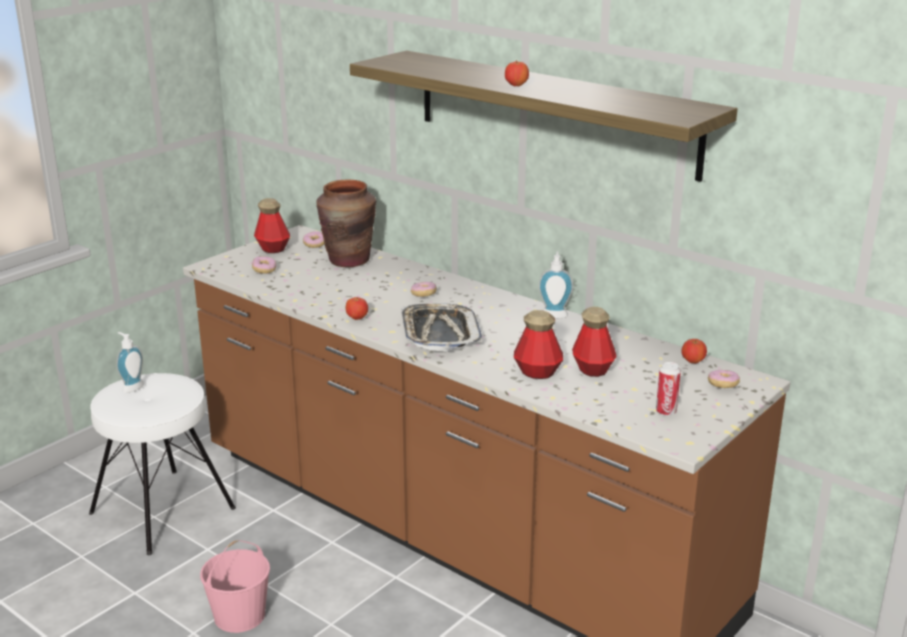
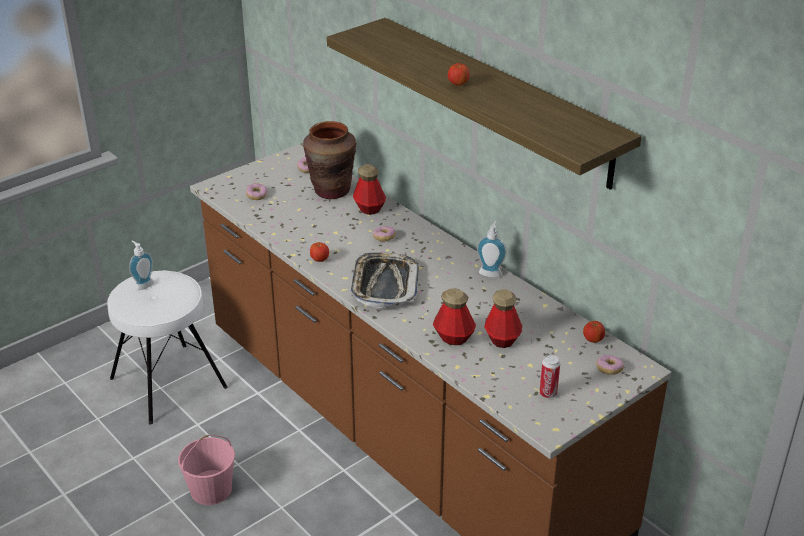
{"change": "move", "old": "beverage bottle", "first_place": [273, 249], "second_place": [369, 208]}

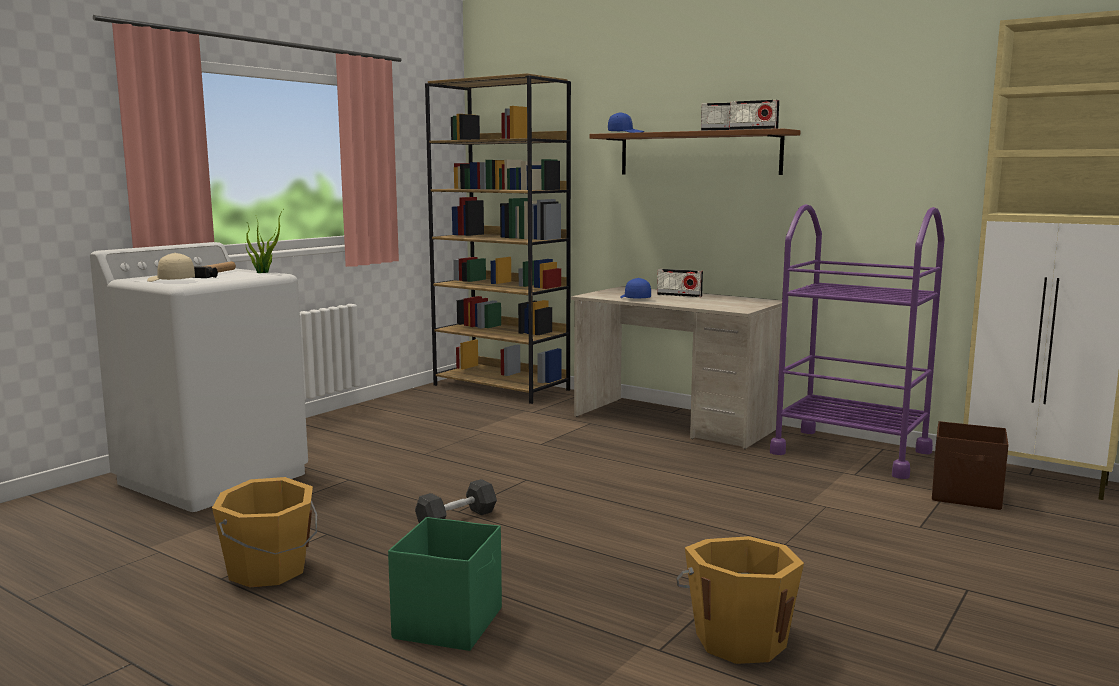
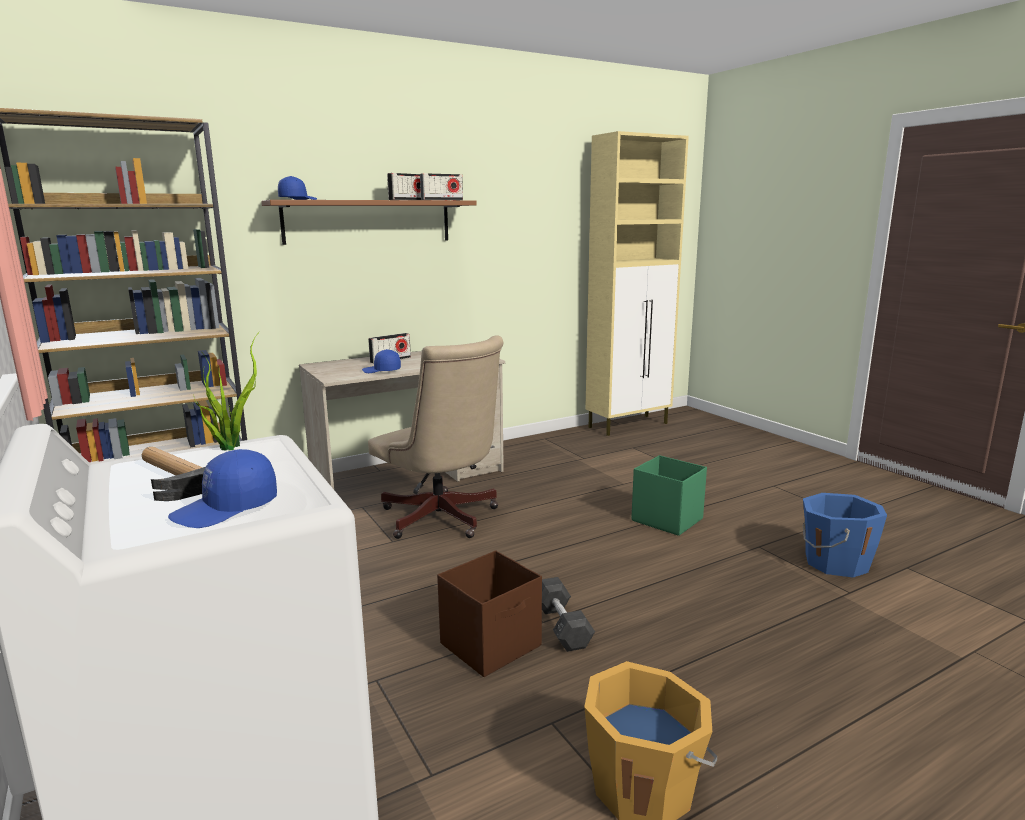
{"change": "delete", "old": "purplish wheeled cart", "first_place": [850, 452]}
{"change": "recolor", "old": "beige-coloured baseball cap", "new": "blue-coloured baseball cap", "first_place": [170, 280], "second_place": [226, 509]}
{"change": "move", "old": "brown-coloured storage container", "first_place": [967, 496], "second_place": [492, 645]}
{"change": "move", "old": "greenish storage container", "first_place": [449, 623], "second_place": [666, 519]}
{"change": "recolor", "old": "orange water bucket", "new": "blue-coloured water bucket", "first_place": [739, 639], "second_place": [834, 562]}
{"change": "insert", "new": "beige-coloured desk chair", "second_place": [442, 520]}

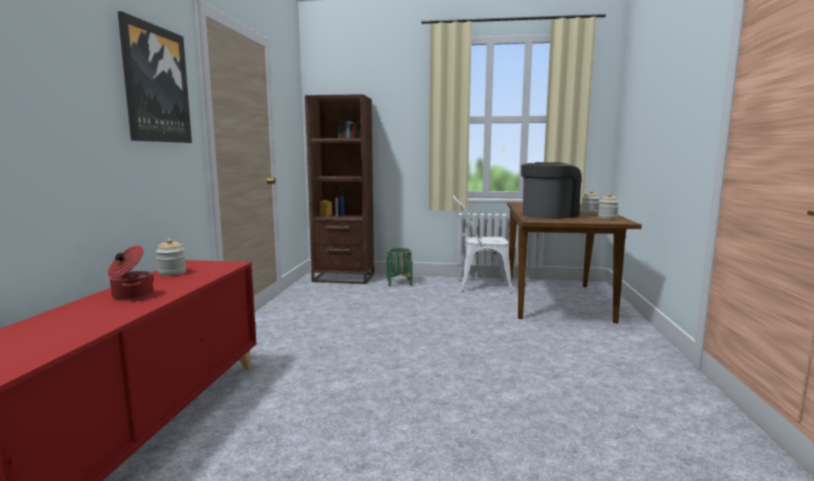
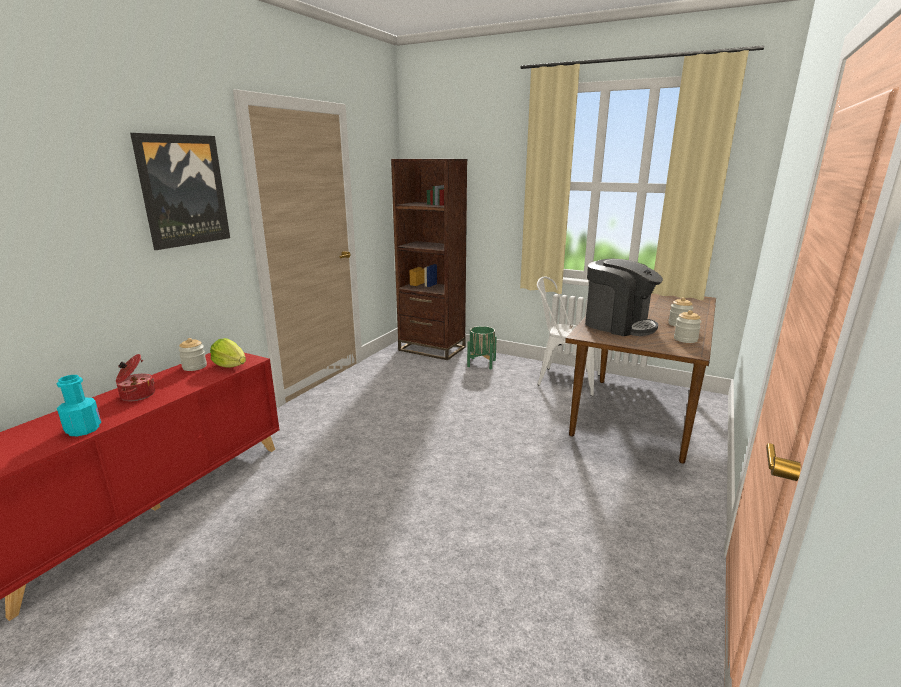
{"change": "rotate", "old": "coffee machine", "first_place": [549, 215], "second_place": [618, 325], "degrees": 60}
{"change": "insert", "new": "lettuce", "second_place": [230, 366]}
{"change": "insert", "new": "blue-green beverage bottle", "second_place": [83, 429]}

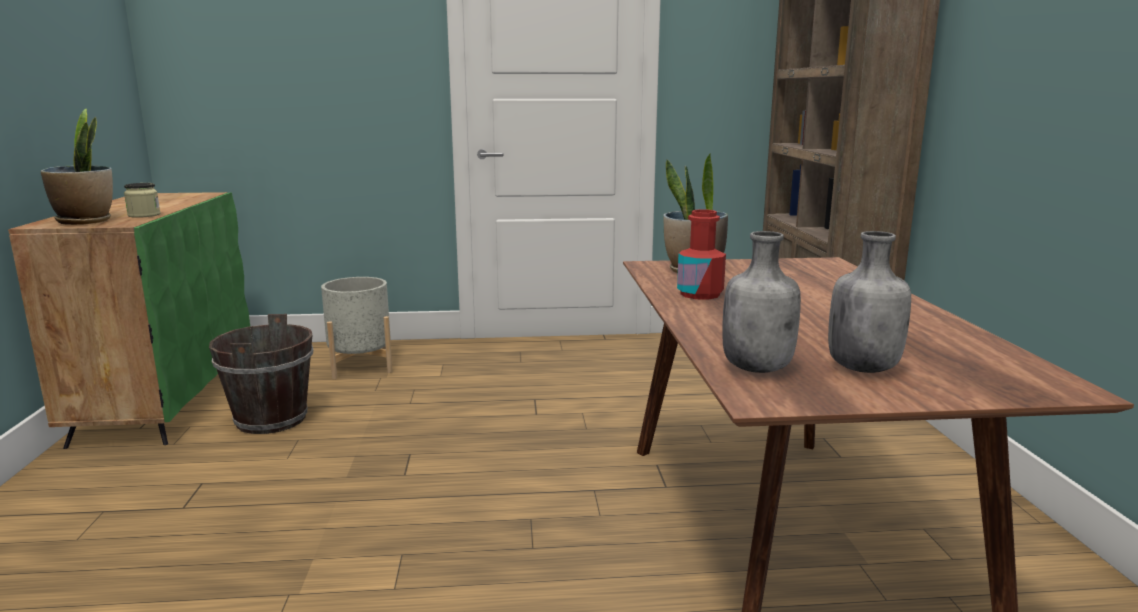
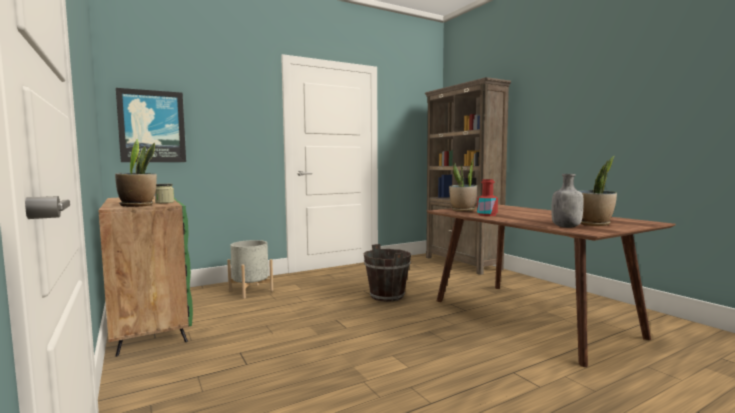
{"change": "replace", "old": "greyish beverage bottle", "new": "plant in a pot", "first_place": [863, 368], "second_place": [593, 224]}
{"change": "move", "old": "brown-coloured water bucket", "first_place": [272, 420], "second_place": [387, 296]}
{"change": "insert", "new": "wall picture", "second_place": [152, 126]}

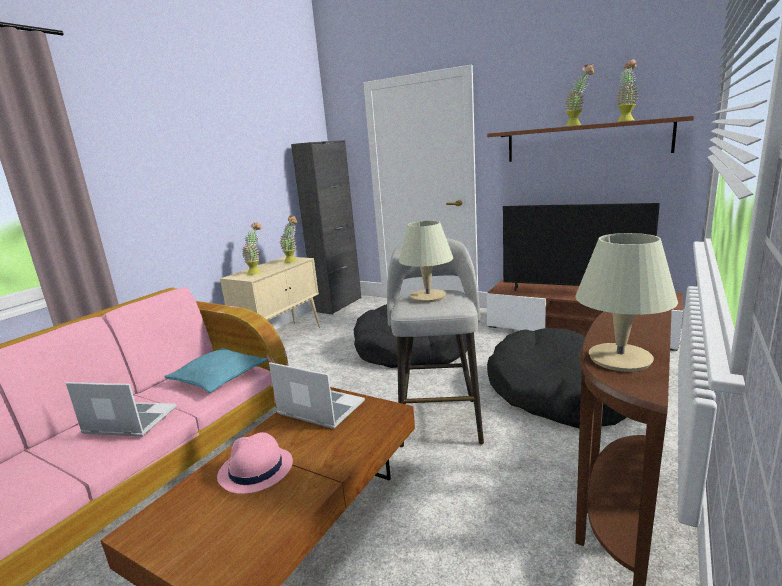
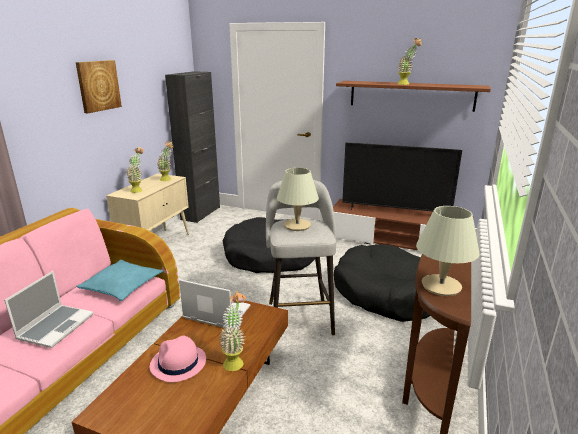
{"change": "move", "old": "plant in a pot", "first_place": [625, 121], "second_place": [235, 360]}
{"change": "rotate", "old": "portable computer", "first_place": [129, 421], "second_place": [56, 326], "degrees": 105}
{"change": "insert", "new": "wall picture", "second_place": [98, 86]}

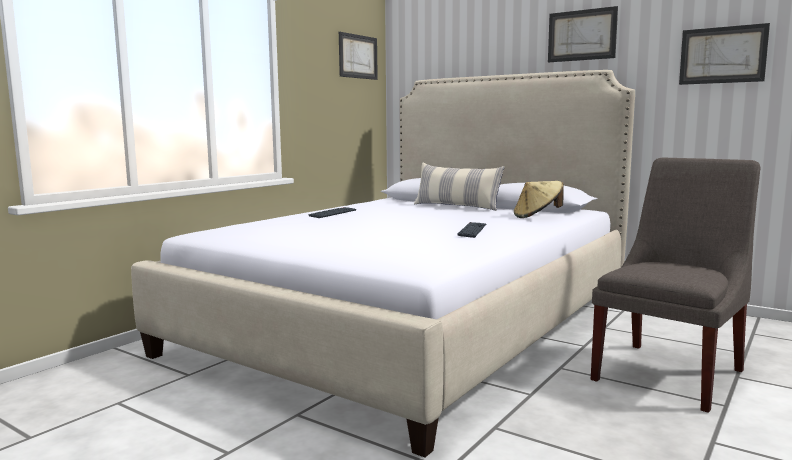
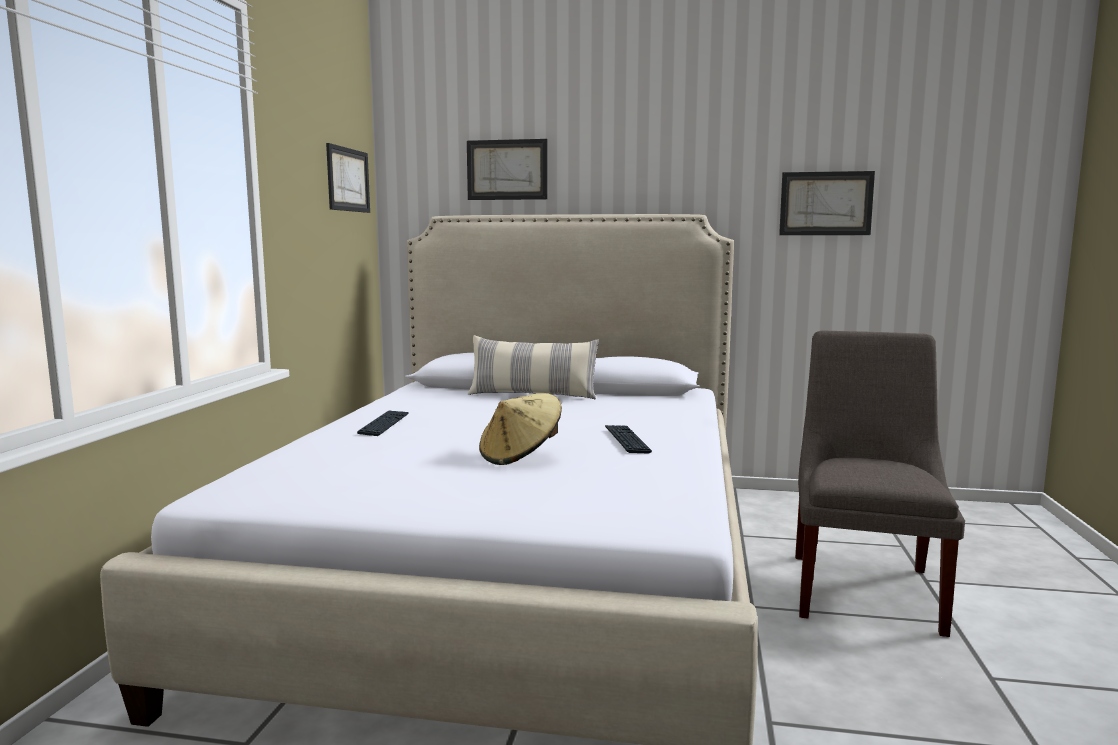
{"change": "move", "old": "wall picture", "first_place": [582, 35], "second_place": [507, 170]}
{"change": "move", "old": "beige-coloured clothing hat", "first_place": [537, 216], "second_place": [521, 456]}

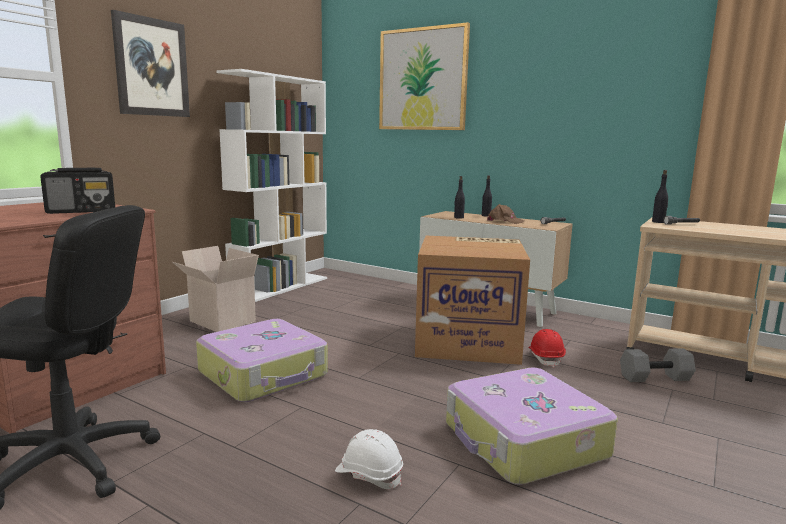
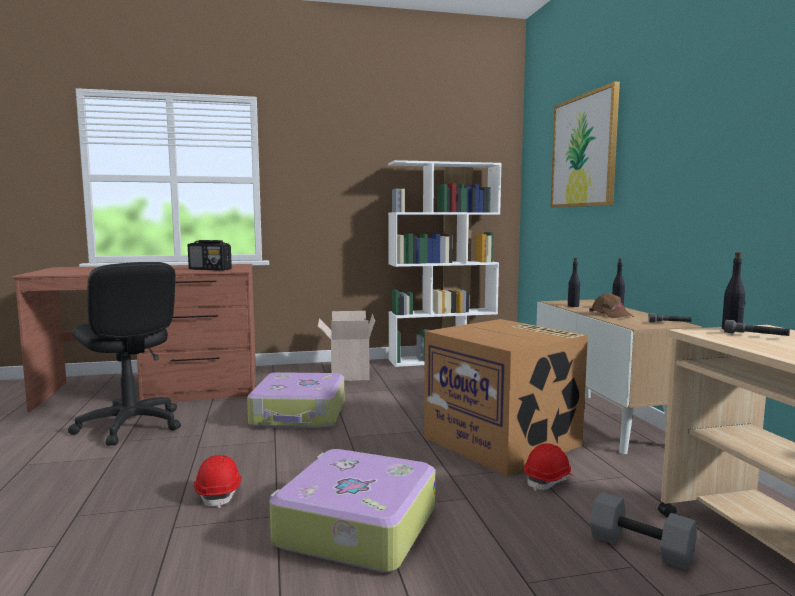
{"change": "delete", "old": "wall picture", "first_place": [151, 67]}
{"change": "recolor", "old": "white-coloured safety helmet", "new": "red-coloured safety helmet", "first_place": [369, 474], "second_place": [219, 493]}

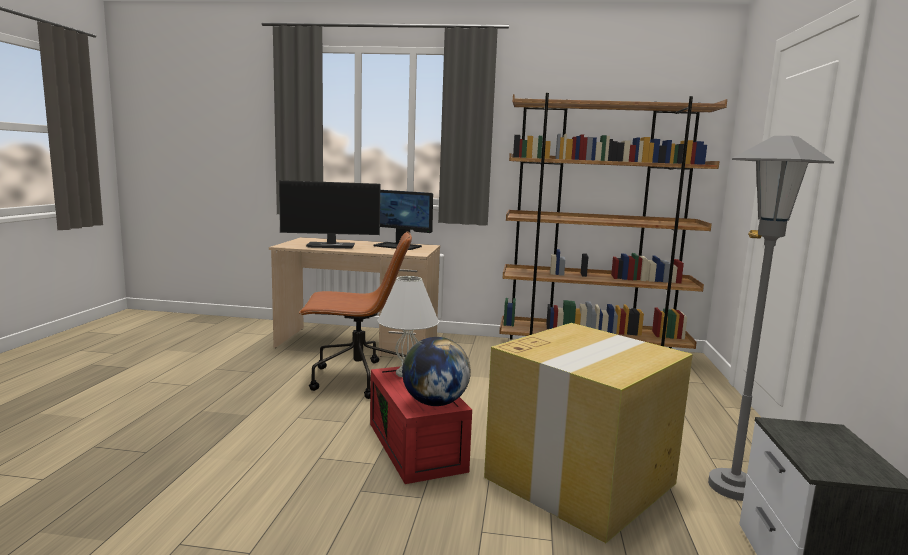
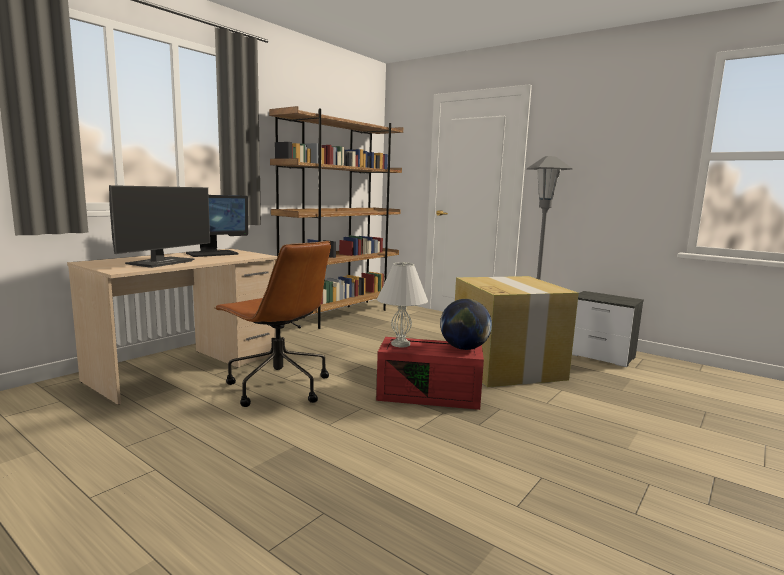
{"change": "rotate", "old": "brown-coloured desk chair", "first_place": [356, 379], "second_place": [277, 387], "degrees": 105}

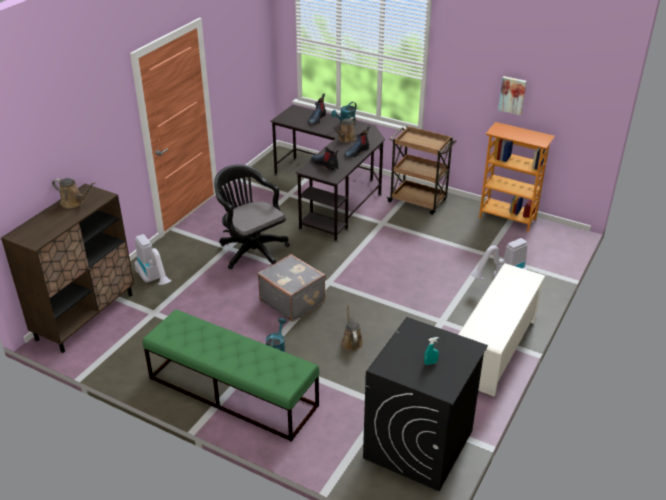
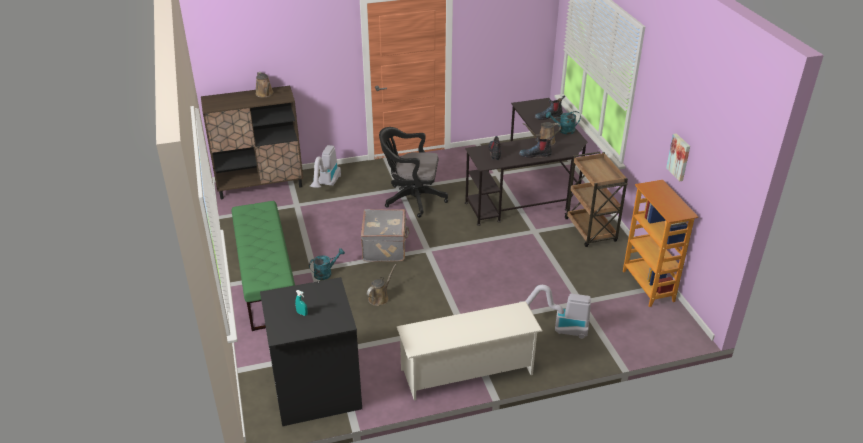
{"change": "rotate", "old": "blackish desk chair", "first_place": [251, 250], "second_place": [411, 199], "degrees": -90}

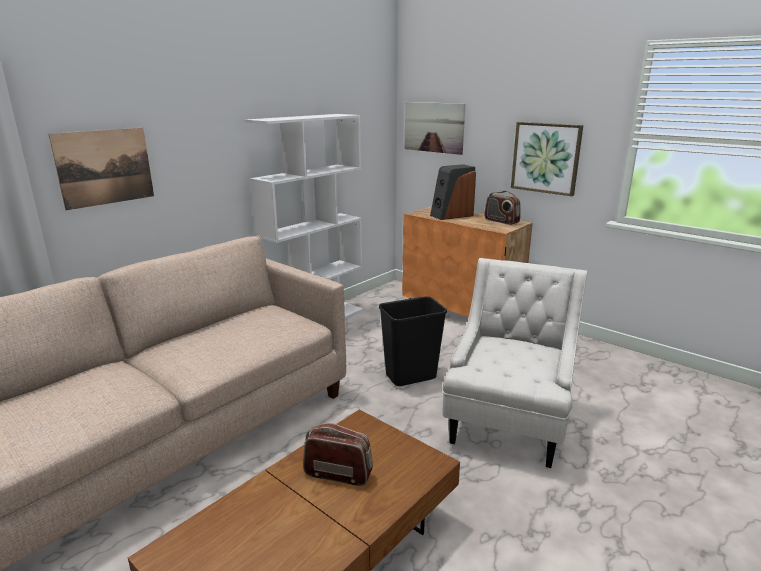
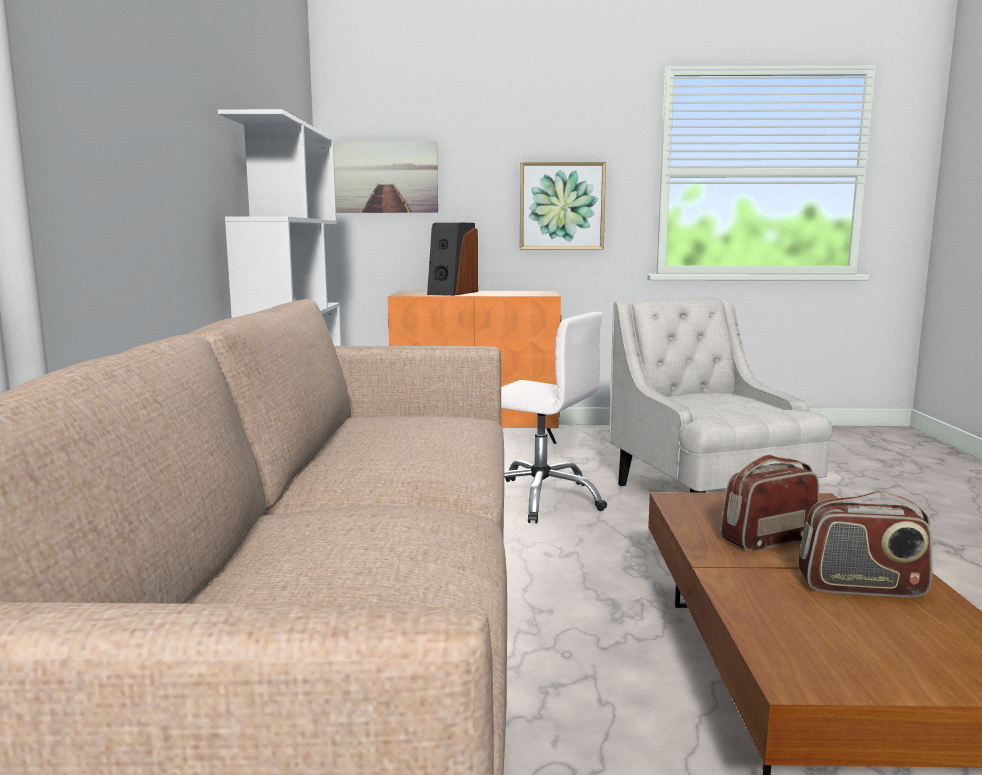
{"change": "delete", "old": "wall picture", "first_place": [105, 167]}
{"change": "move", "old": "radio", "first_place": [501, 221], "second_place": [861, 587]}
{"change": "replace", "old": "blackish rubbish bin", "new": "white-coloured desk chair", "first_place": [410, 377], "second_place": [541, 499]}

